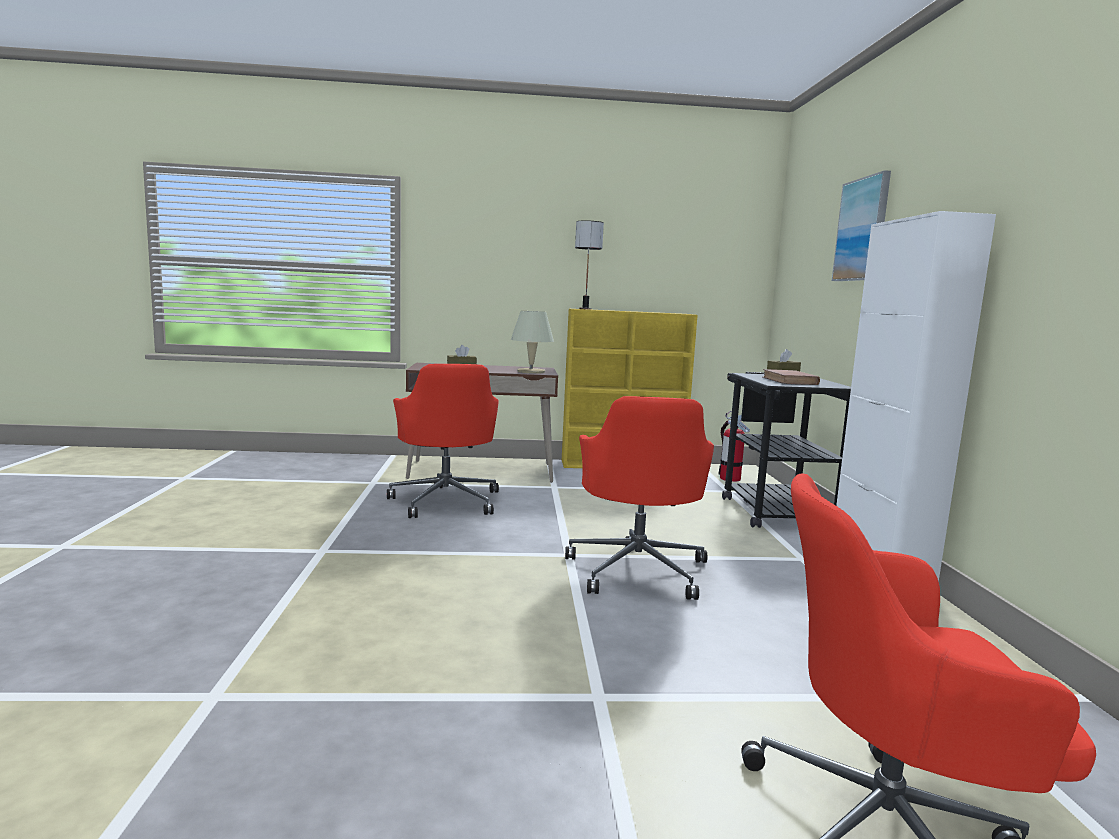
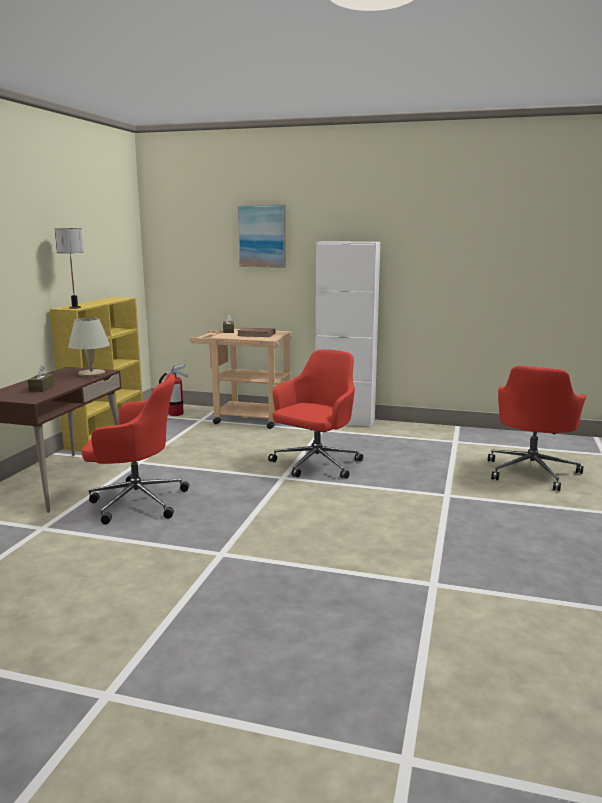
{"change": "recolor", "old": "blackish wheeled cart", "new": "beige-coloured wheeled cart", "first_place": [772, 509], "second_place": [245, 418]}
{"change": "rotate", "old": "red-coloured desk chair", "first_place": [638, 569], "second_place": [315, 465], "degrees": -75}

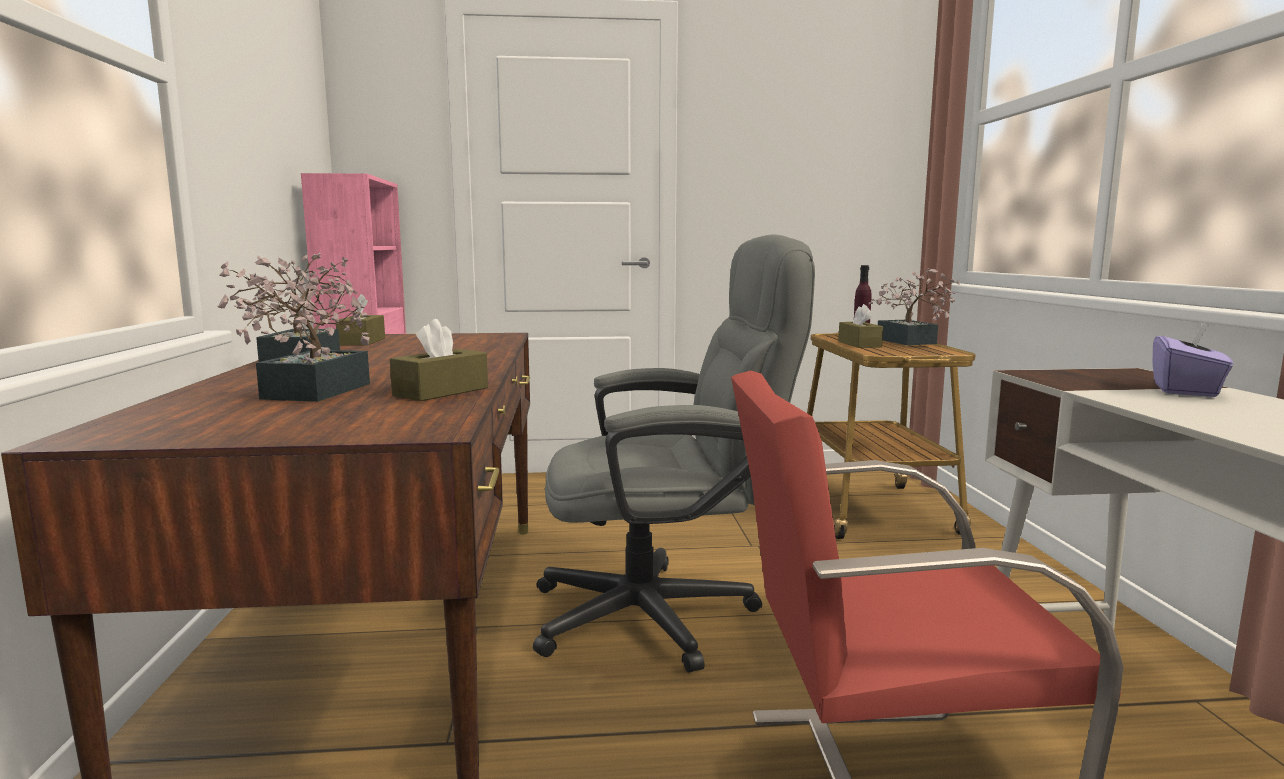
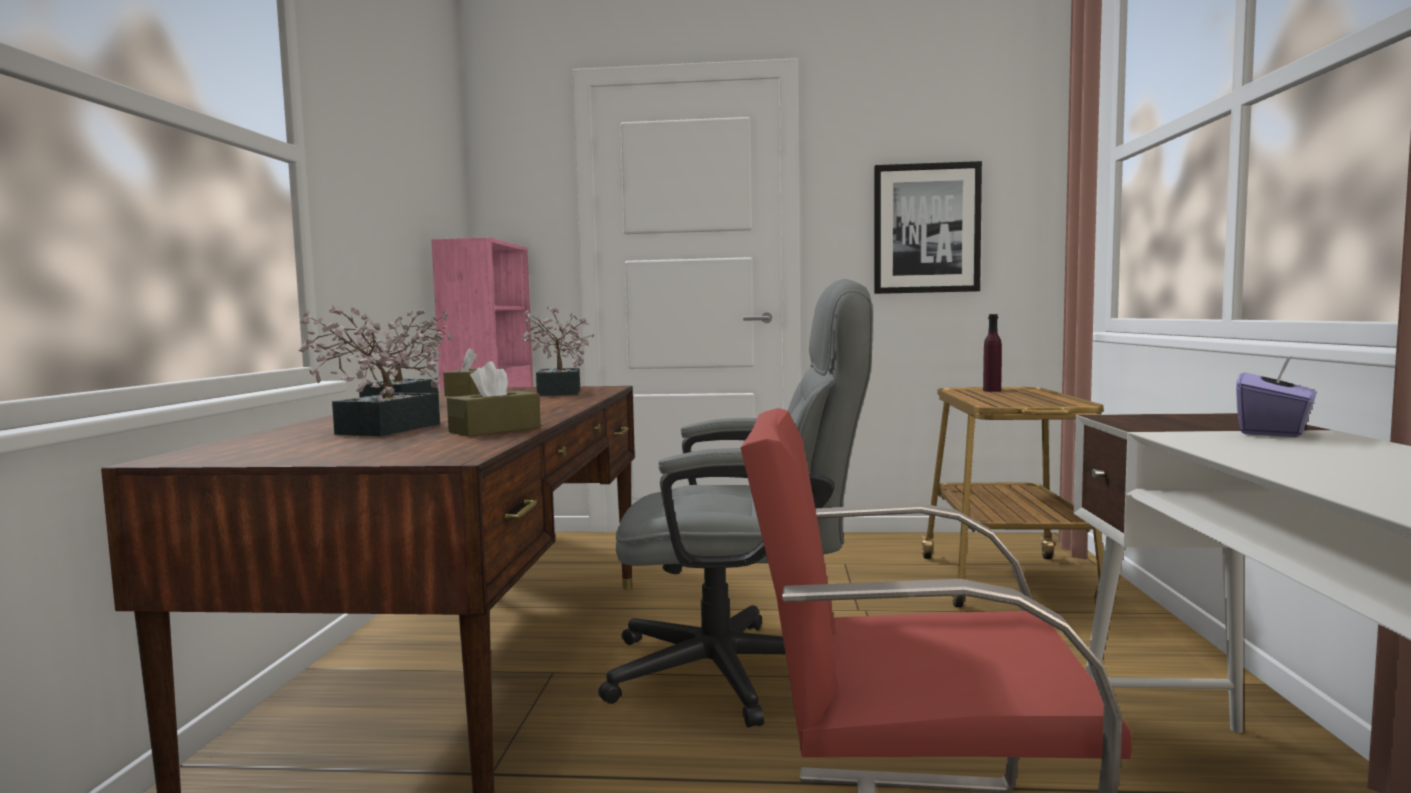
{"change": "move", "old": "plant in a pot", "first_place": [909, 342], "second_place": [557, 393]}
{"change": "delete", "old": "brown-coloured tissue holder", "first_place": [859, 344]}
{"change": "insert", "new": "wall picture", "second_place": [926, 228]}

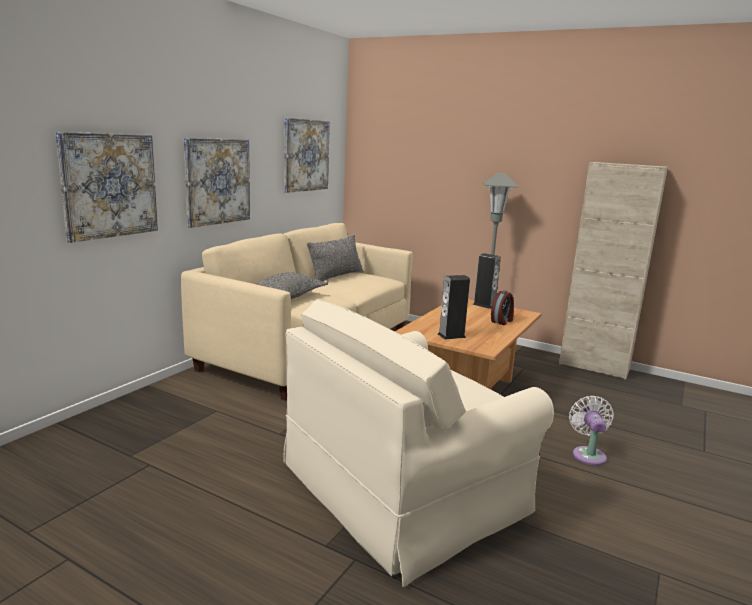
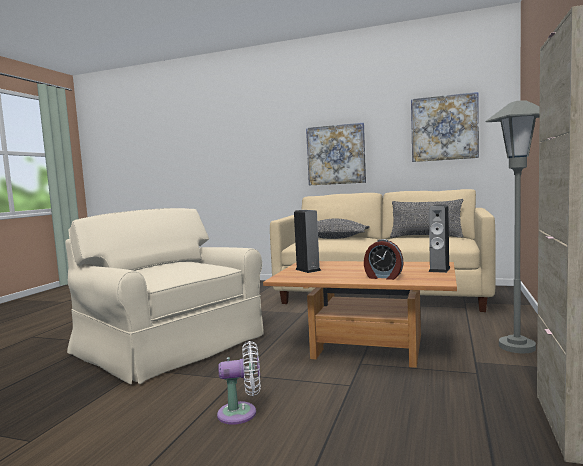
{"change": "delete", "old": "wall picture", "first_place": [109, 185]}

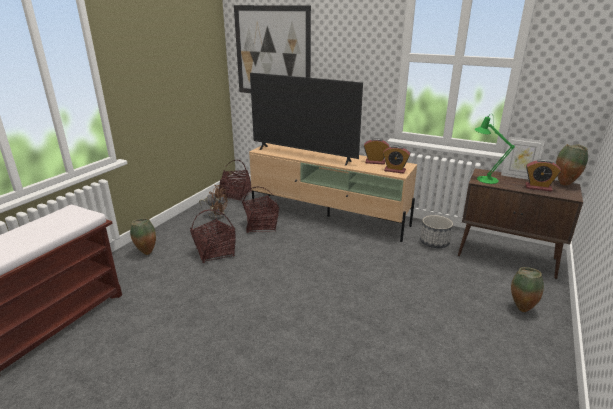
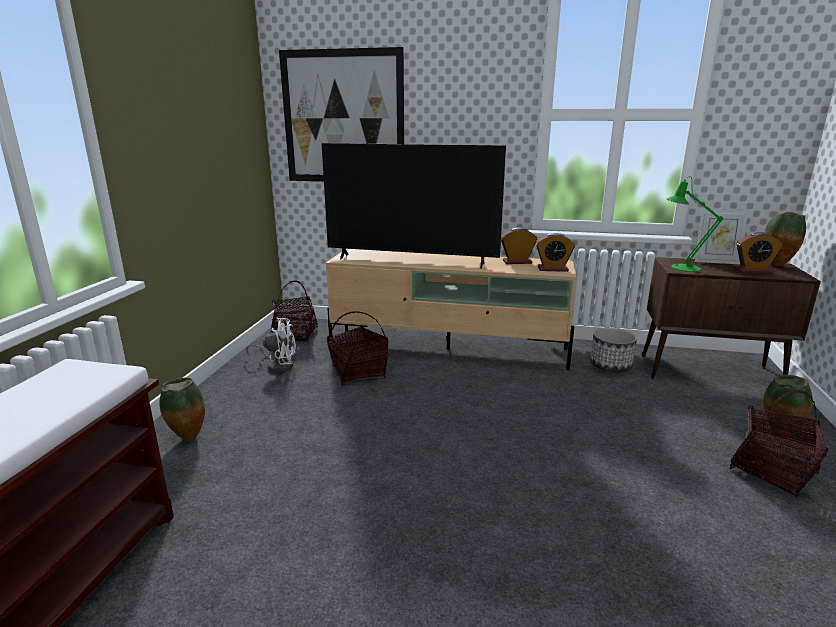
{"change": "recolor", "old": "brown-coloured cooling fan", "new": "white-coloured cooling fan", "first_place": [215, 214], "second_place": [278, 365]}
{"change": "move", "old": "storage basket", "first_place": [215, 252], "second_place": [773, 471]}

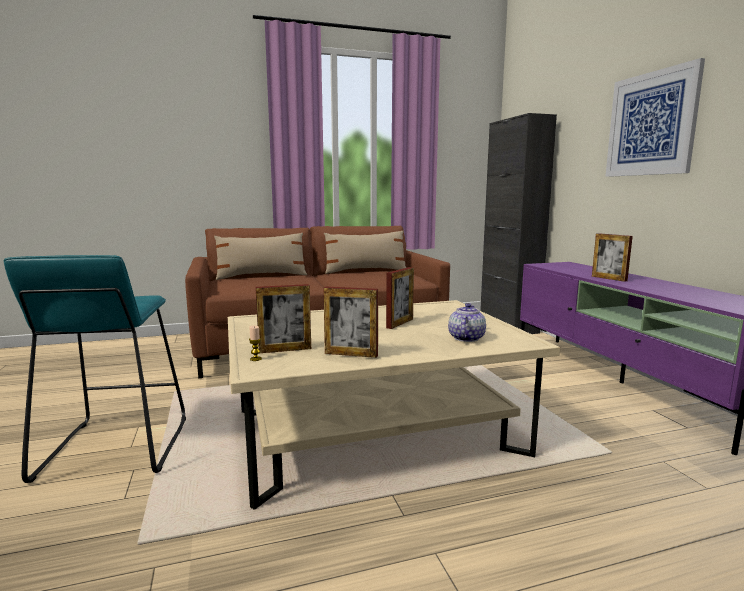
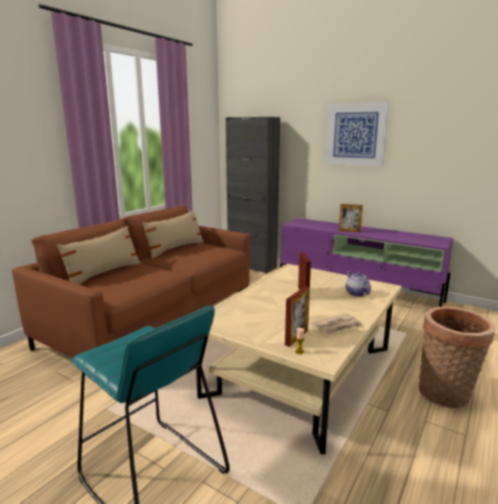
{"change": "replace", "old": "standing frame", "new": "daily paper", "first_place": [351, 354], "second_place": [338, 326]}
{"change": "insert", "new": "storage basket", "second_place": [446, 395]}

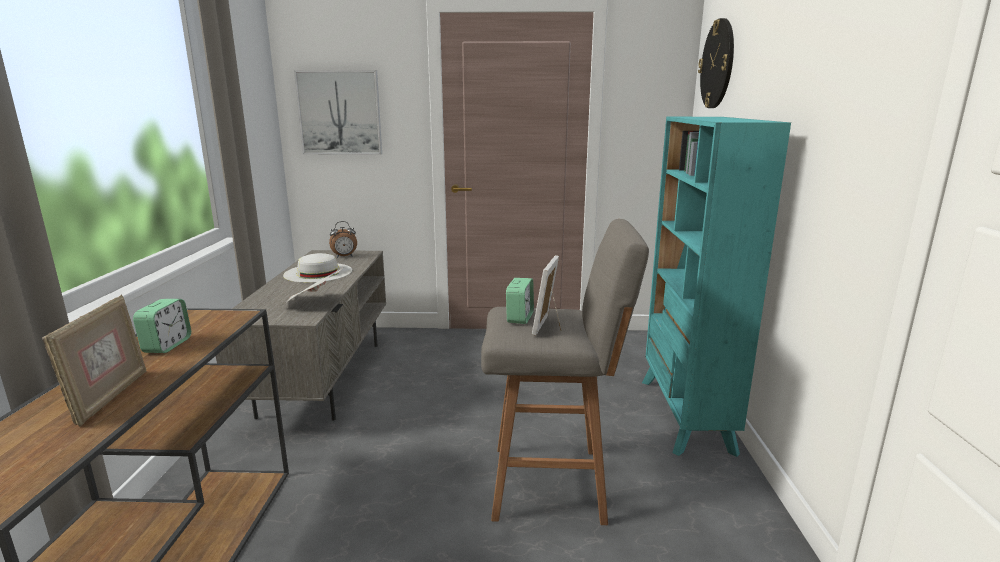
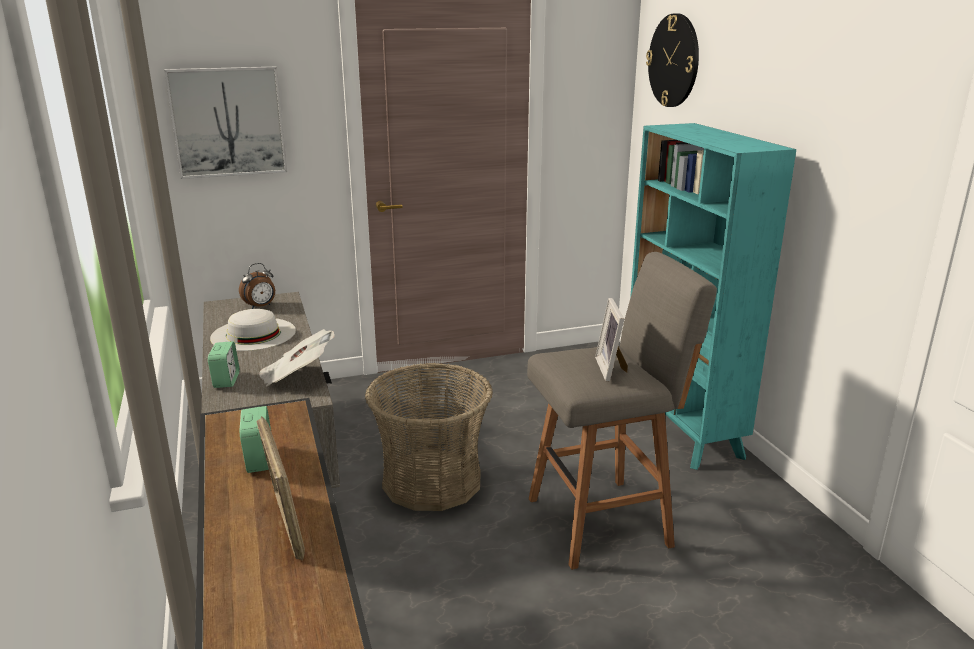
{"change": "move", "old": "table clock", "first_place": [520, 318], "second_place": [226, 380]}
{"change": "insert", "new": "storage basket", "second_place": [431, 481]}

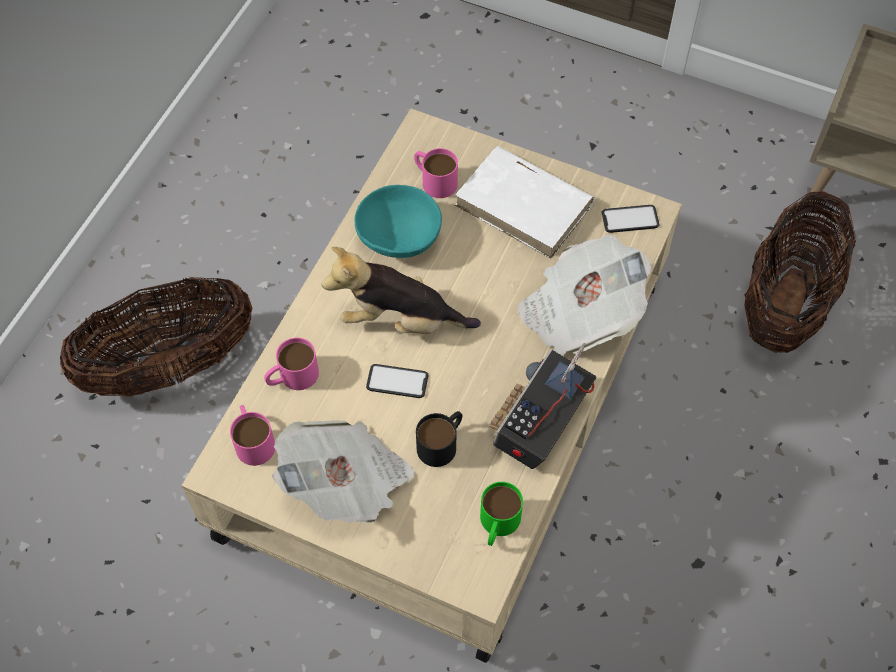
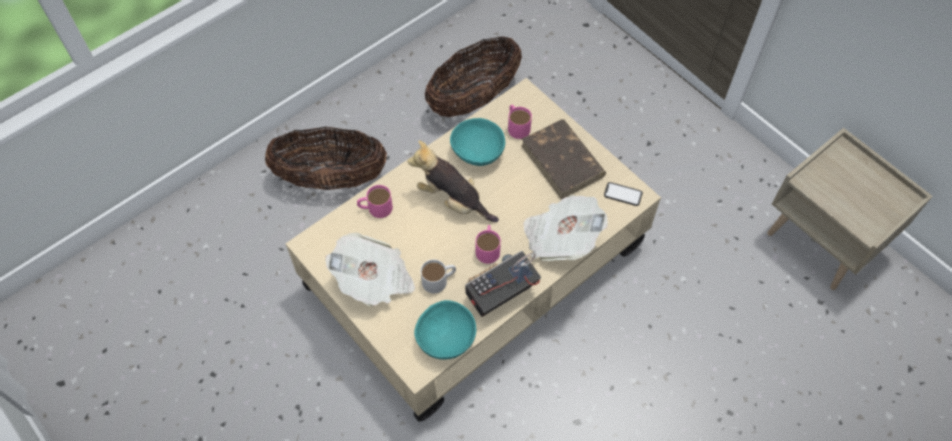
{"change": "recolor", "old": "white-coloured book", "new": "brown-coloured book", "first_place": [525, 205], "second_place": [563, 161]}
{"change": "move", "old": "storage basket", "first_place": [785, 302], "second_place": [474, 98]}
{"change": "delete", "old": "handset", "first_place": [397, 381]}
{"change": "move", "old": "pink-coloured tea mug", "first_place": [253, 440], "second_place": [488, 248]}
{"change": "recolor", "old": "blackish tea mug", "new": "white-coloured tea mug", "first_place": [442, 443], "second_place": [439, 280]}
{"change": "replace", "old": "greenish tea mug", "new": "blue-green deep dish", "first_place": [497, 524], "second_place": [445, 339]}

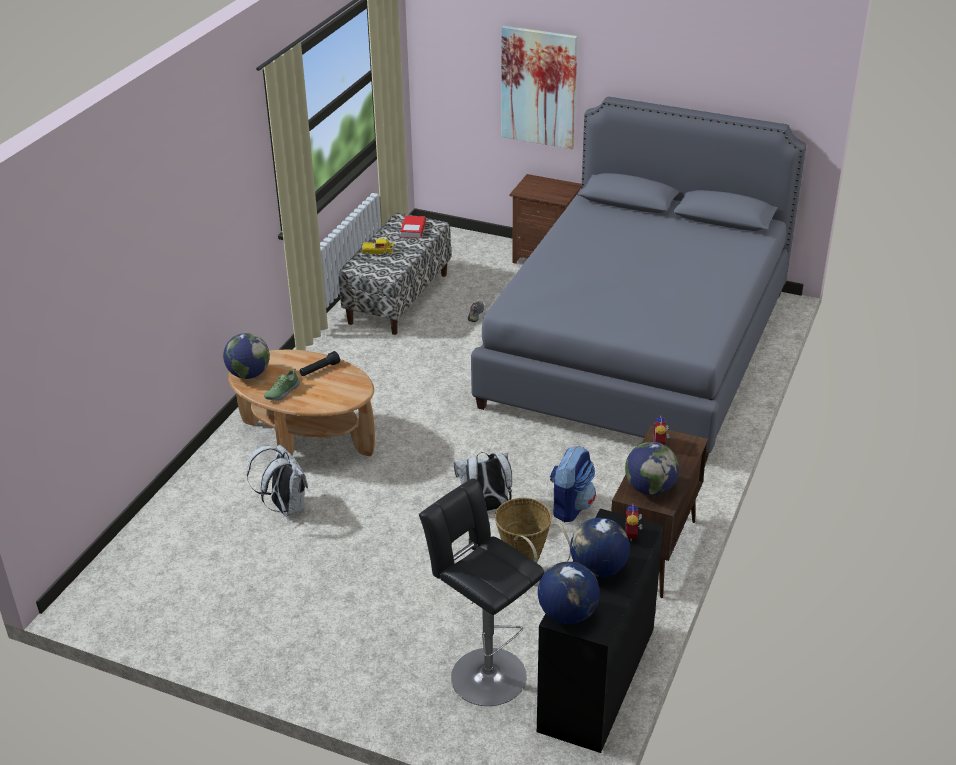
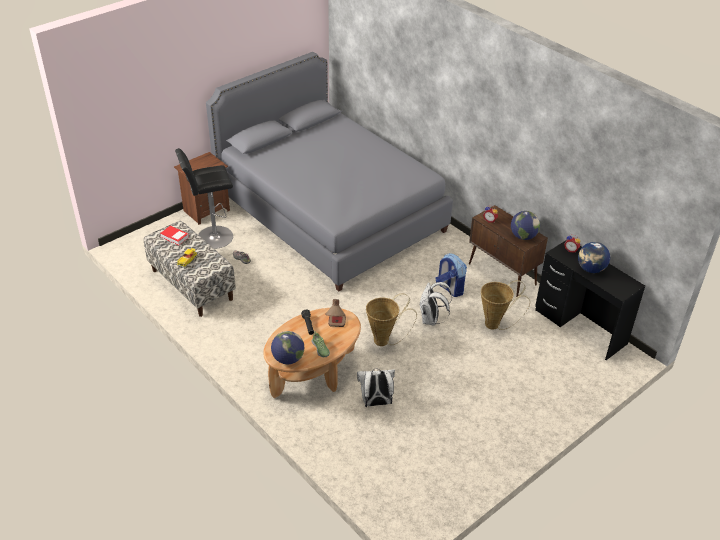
{"change": "delete", "old": "wall picture", "first_place": [539, 87]}
{"change": "move", "old": "blackish stool seat", "first_place": [484, 673], "second_place": [212, 237]}
{"change": "delete", "old": "globe", "first_place": [567, 614]}
{"change": "insert", "new": "storage basket", "second_place": [385, 340]}
{"change": "insert", "new": "tabletop lamp", "second_place": [336, 328]}

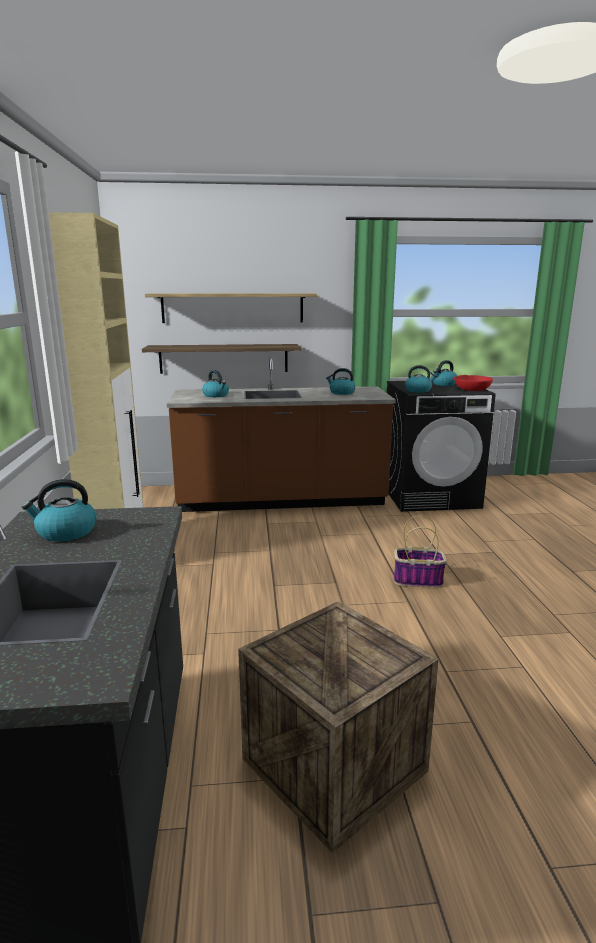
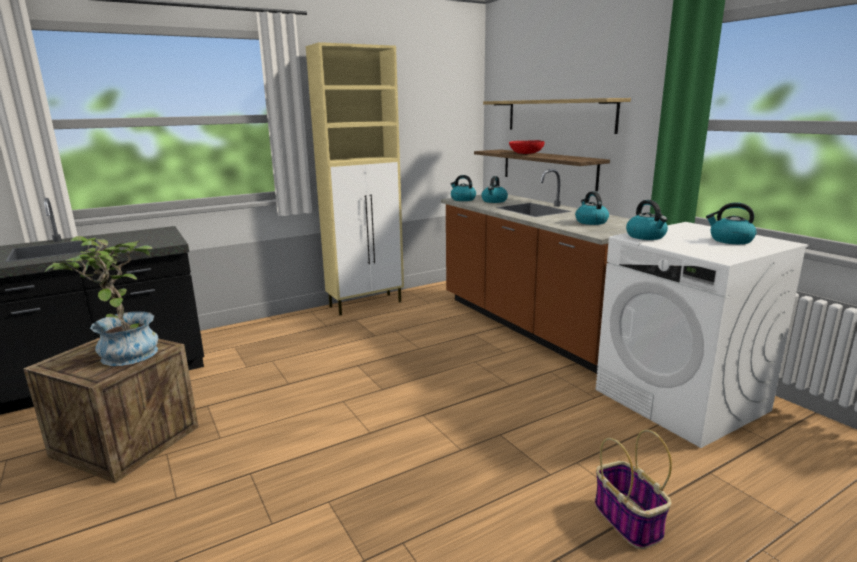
{"change": "move", "old": "red-coloured deep dish", "first_place": [471, 390], "second_place": [526, 153]}
{"change": "recolor", "old": "blackish washing machine", "new": "white-coloured washing machine", "first_place": [430, 496], "second_place": [681, 400]}
{"change": "move", "old": "tea kettle", "first_place": [65, 532], "second_place": [462, 199]}
{"change": "move", "old": "storage basket", "first_place": [418, 580], "second_place": [629, 521]}
{"change": "insert", "new": "plant in a pot", "second_place": [123, 352]}

